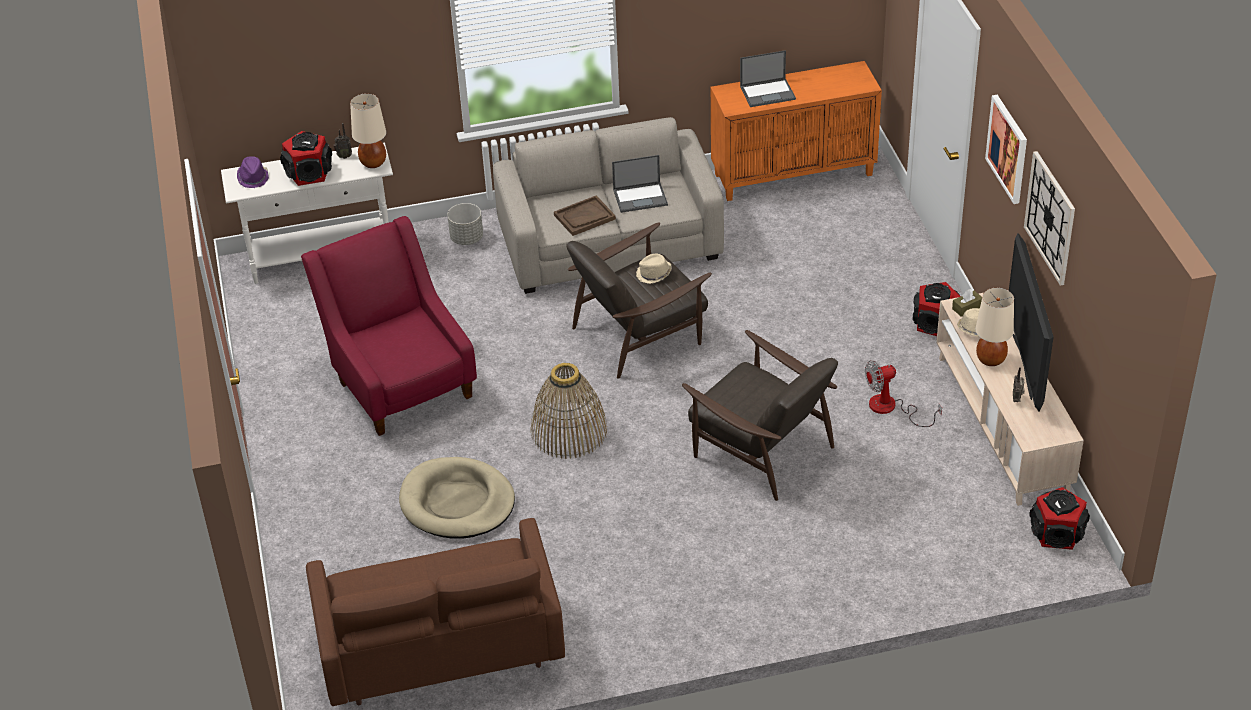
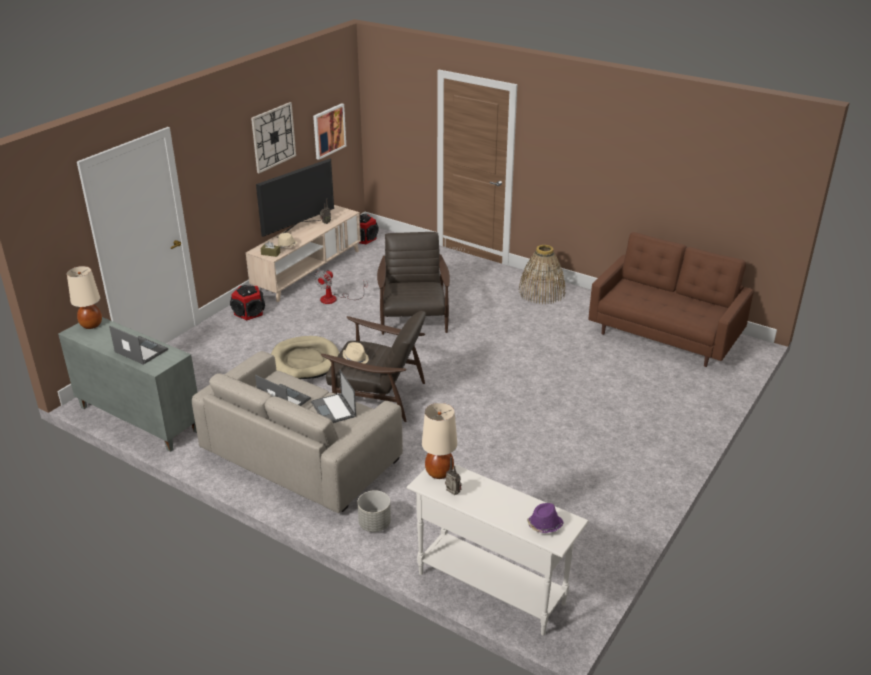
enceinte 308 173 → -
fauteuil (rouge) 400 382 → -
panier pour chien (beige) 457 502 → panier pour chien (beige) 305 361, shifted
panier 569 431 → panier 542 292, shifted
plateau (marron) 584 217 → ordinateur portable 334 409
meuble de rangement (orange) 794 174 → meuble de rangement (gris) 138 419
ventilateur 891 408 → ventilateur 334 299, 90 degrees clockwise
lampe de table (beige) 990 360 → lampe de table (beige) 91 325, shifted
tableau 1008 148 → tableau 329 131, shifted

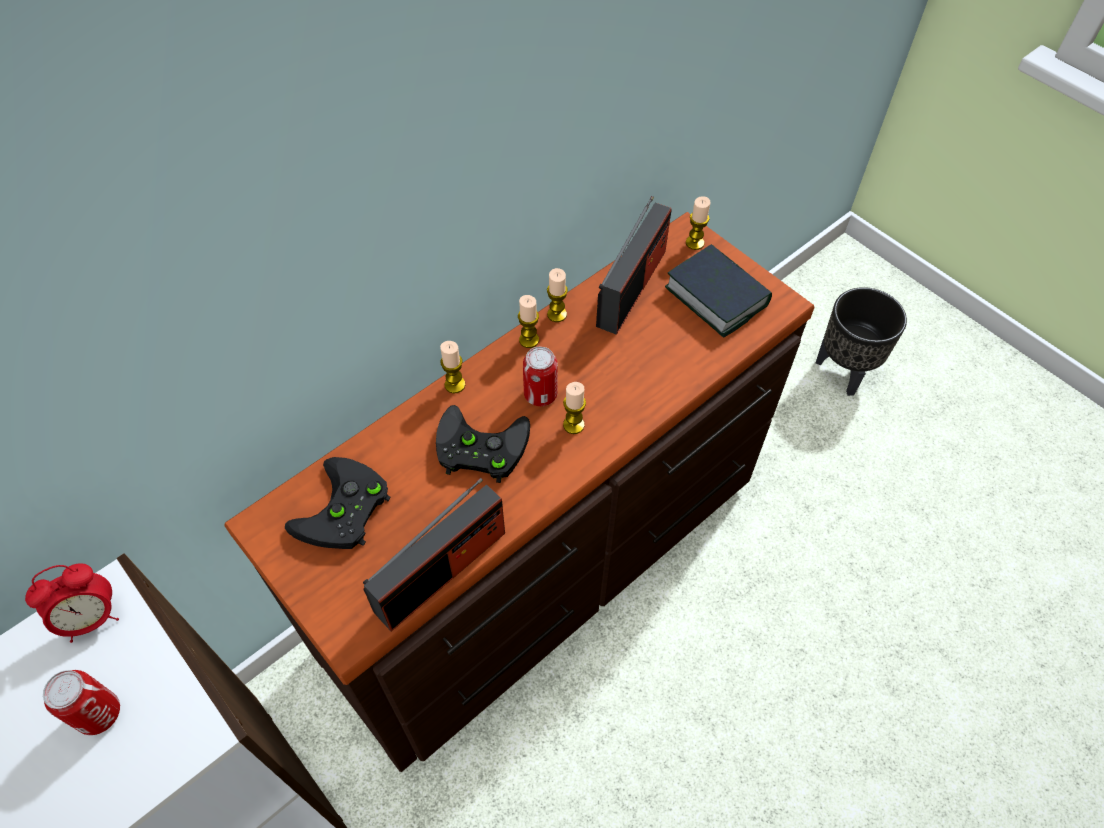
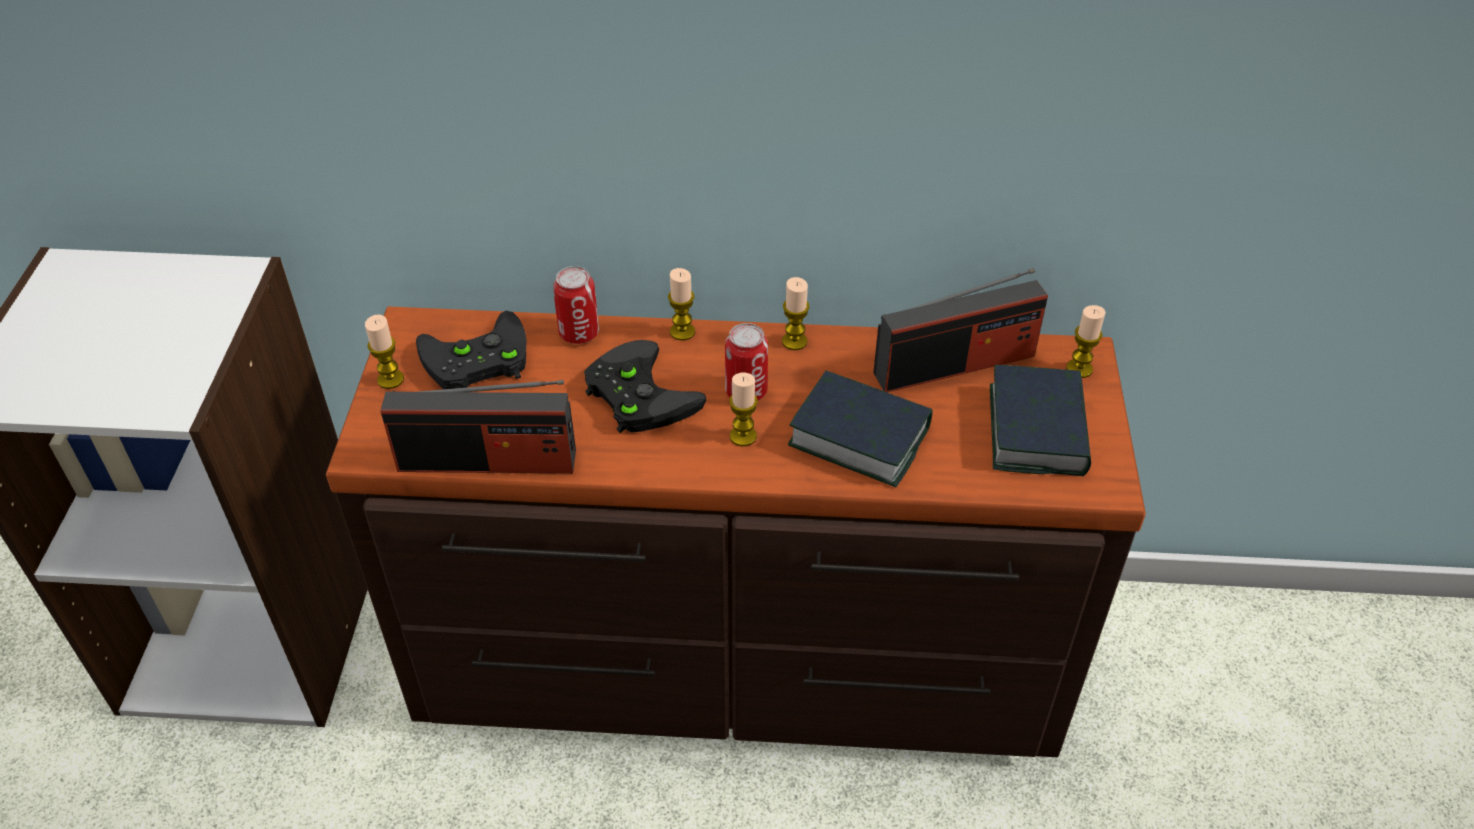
réveil 92 618 → -
boîte métallique 99 713 → boîte métallique 579 333, shifted
bougie 557 314 → bougie 390 379, shifted
cache-pot (noir) 845 371 → -
- → livre 859 436

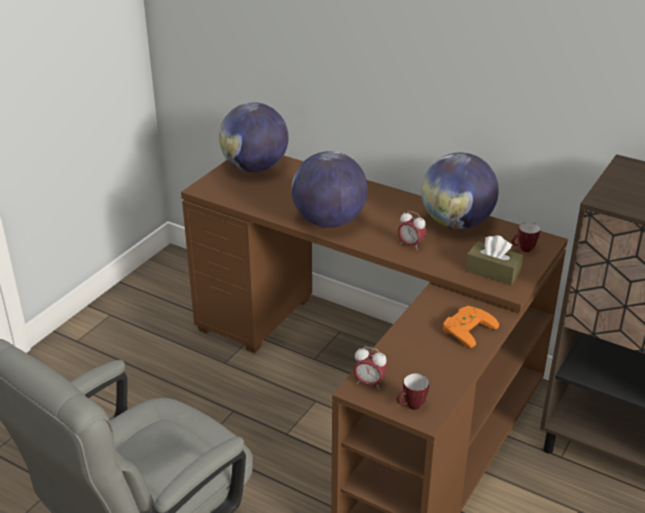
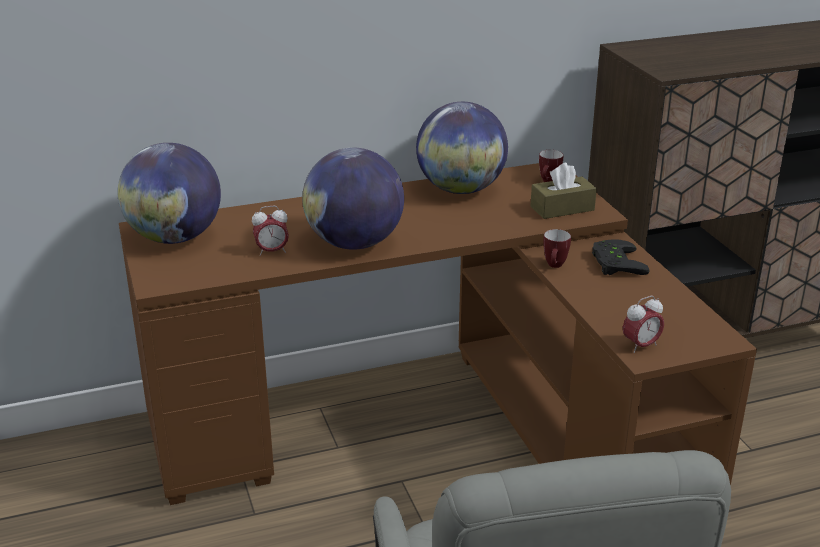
mug 411 406 → mug 555 266, shifted
réveil 411 245 → réveil 272 251, shifted
manette (orange) 466 328 → manette (noir) 614 263

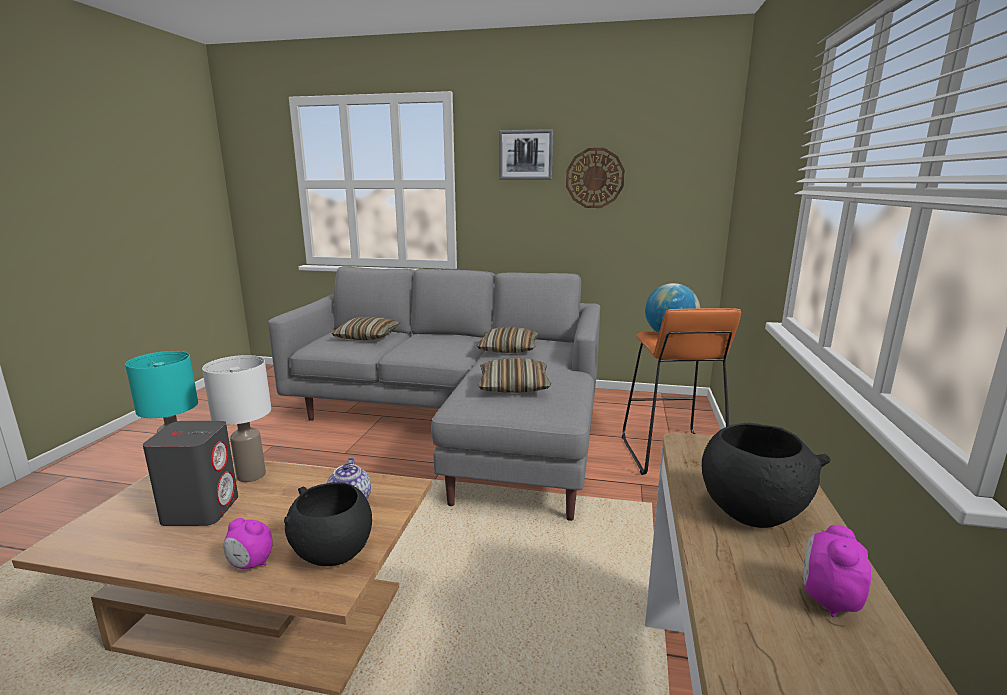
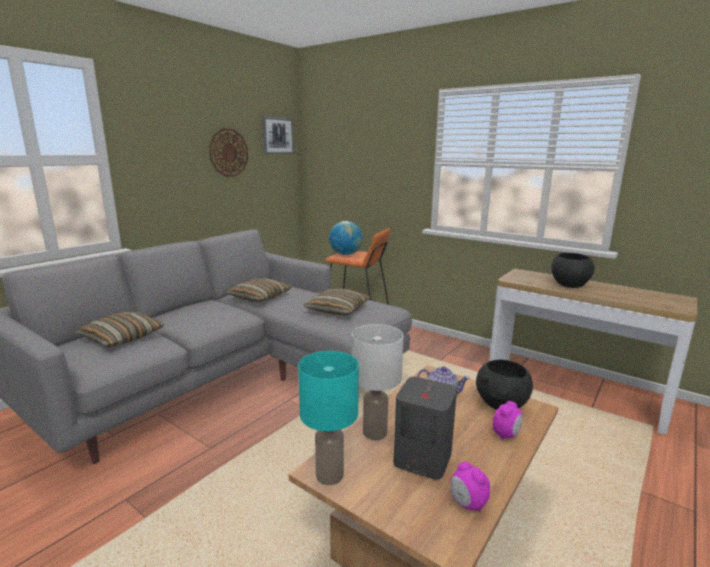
tableau 526 155 → tableau 277 135, shifted
réveil 828 600 → réveil 467 504, shifted

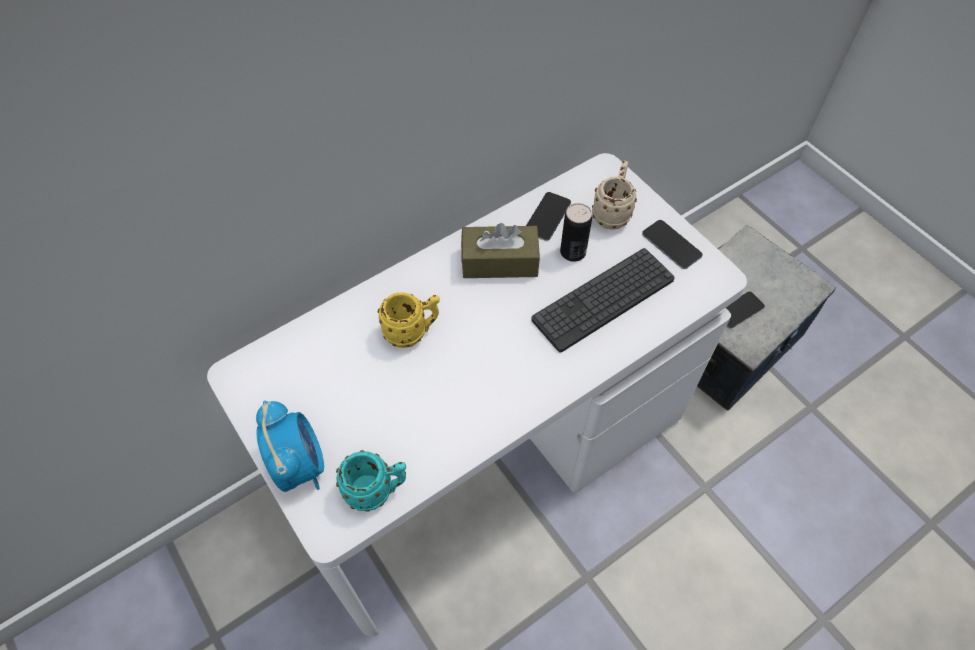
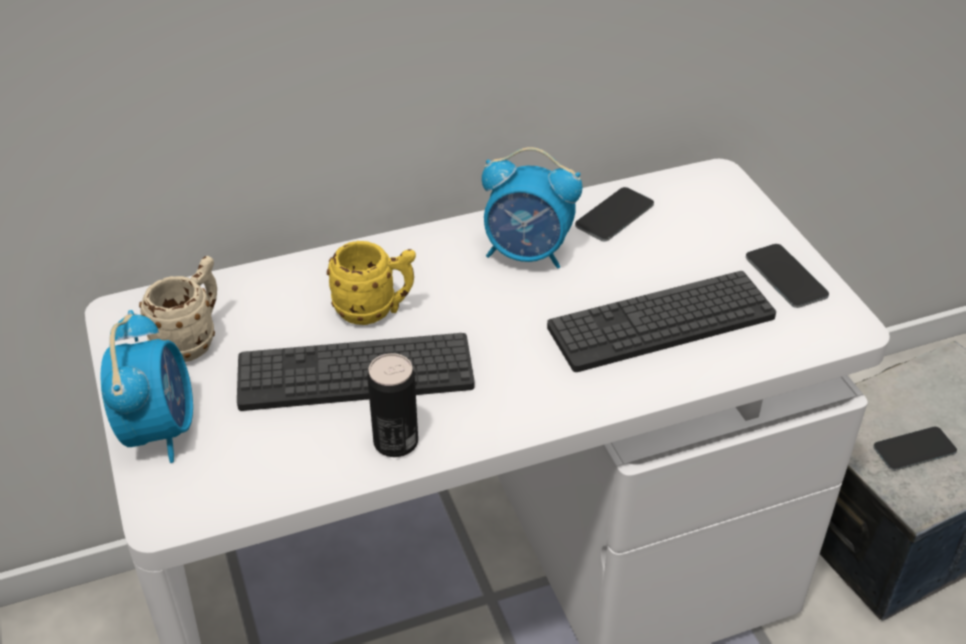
mug (turquoise) 377 490 → -
boîte à mouchoirs (marron) 499 262 → réveil 527 254
boîte métallique 573 252 → boîte métallique 396 442, shifted
mug (beige) 612 213 → mug (beige) 192 340, shifted
- → clavier 355 373

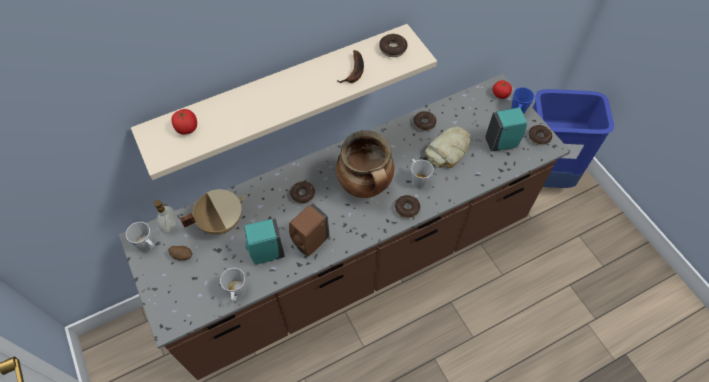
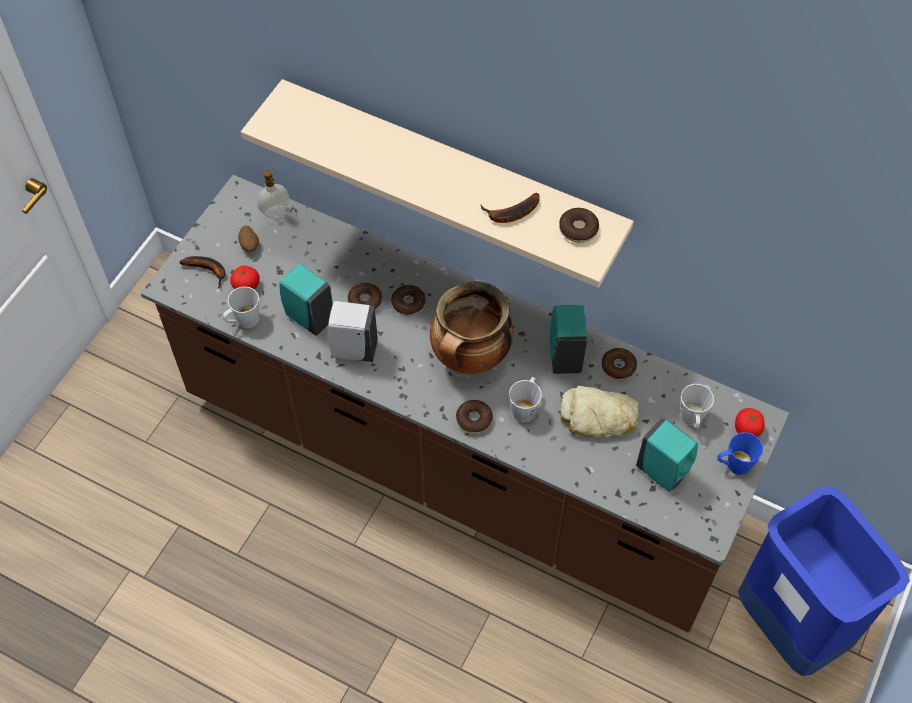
mug (gris) 148 246 → mug (gris) 692 420, shifted
tomate 187 128 → tomate 246 286, shifted
marmite (beige) 221 221 → -
distributeur de savon (marron) 310 243 → distributeur de savon (blanc) 352 349
beignet 539 137 → beignet 365 301, shifted
- → banane 209 270
- → distributeur de savon (turquoise) 565 355

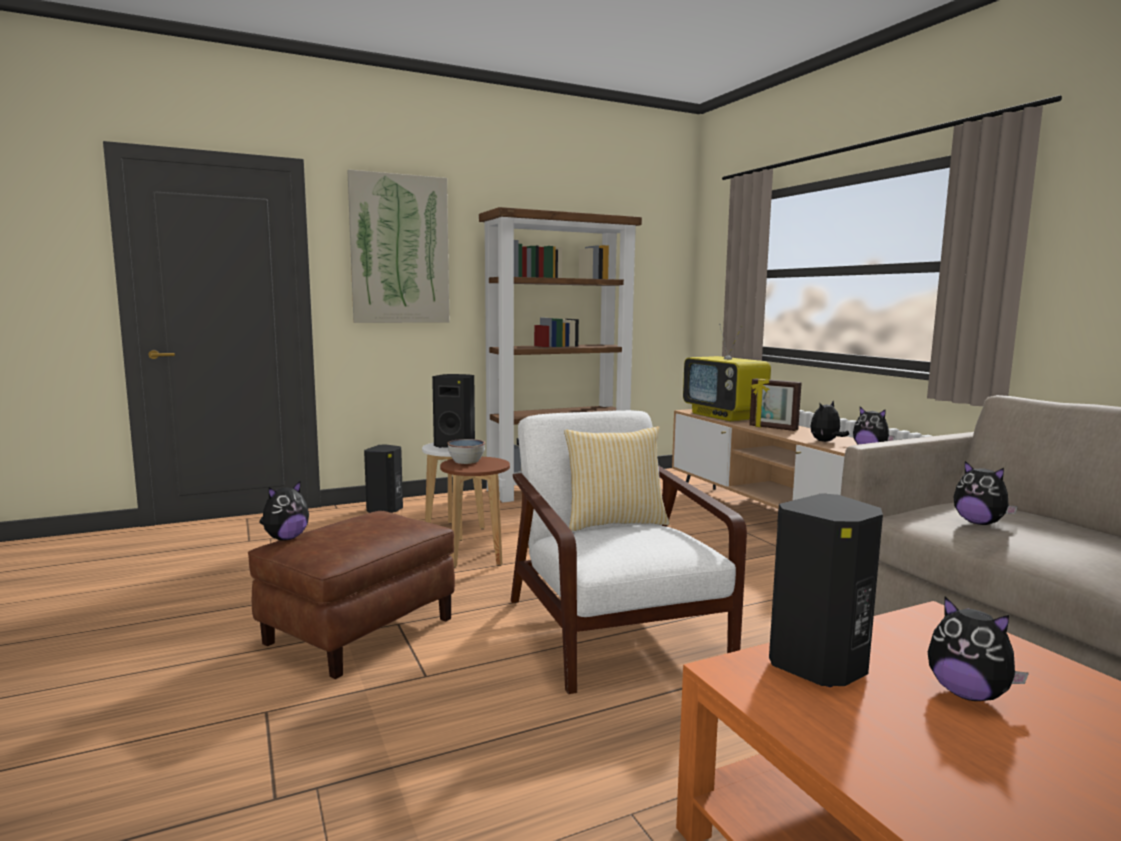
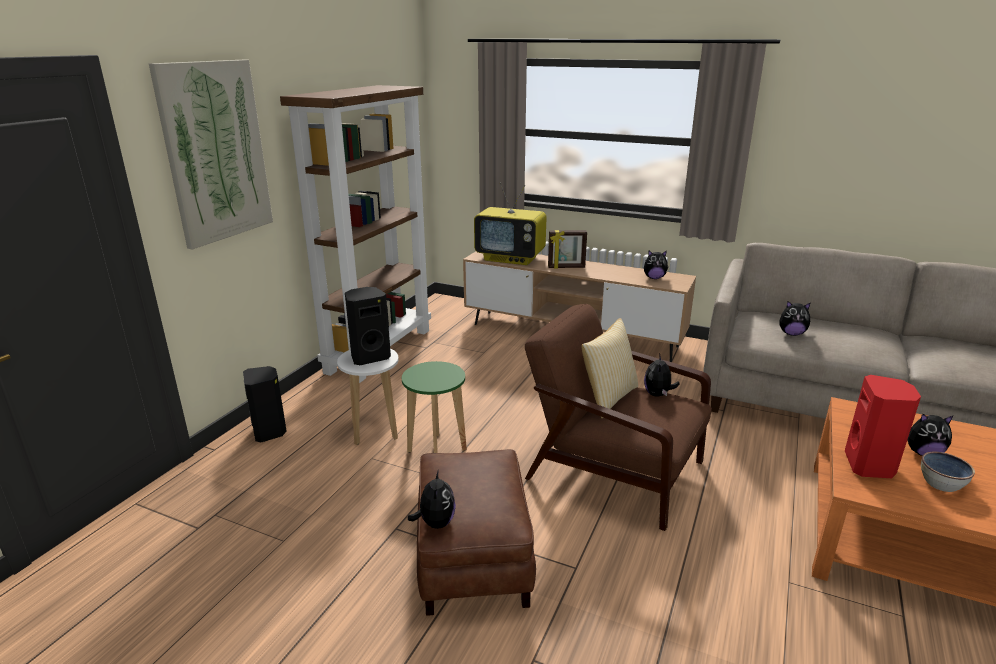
tabouret (marron) 476 558 → tabouret (vert) 437 451
bol 466 461 → bol 941 483, shifted
fauteuil (blanc) 612 628 → fauteuil (marron) 612 469
enceinte (noir) 821 667 → enceinte (rouge) 870 466
peluche 826 442 → peluche 658 394, shifted

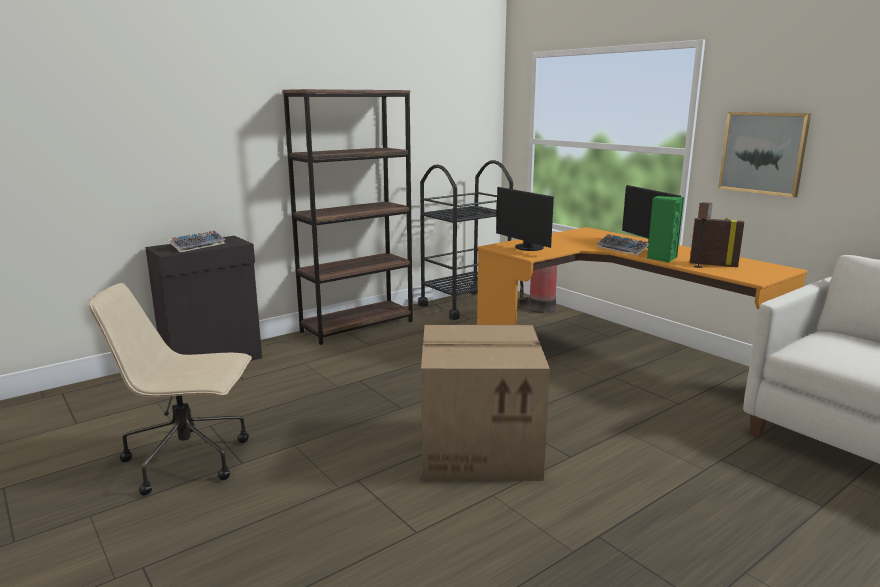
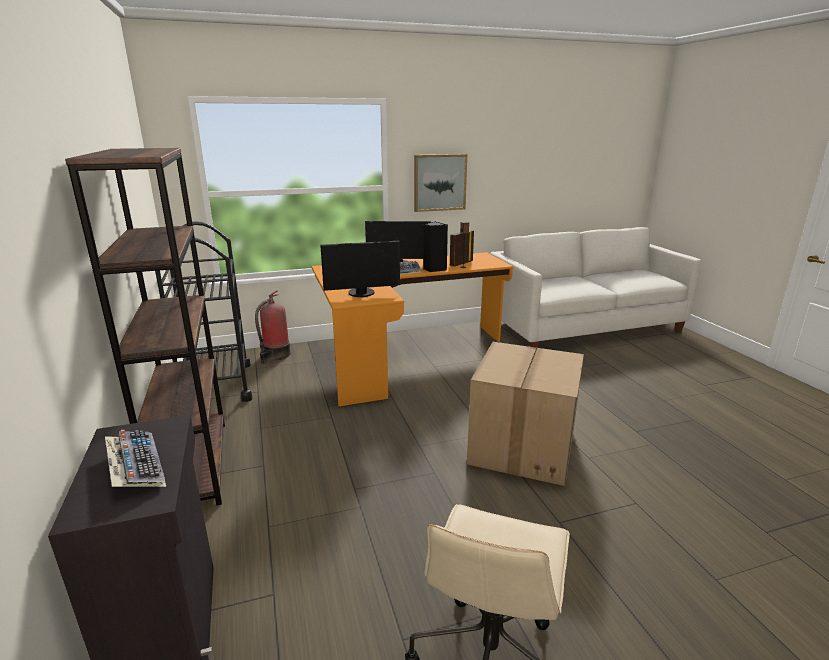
enceinte (vert) 661 258 → enceinte (noir) 434 269

